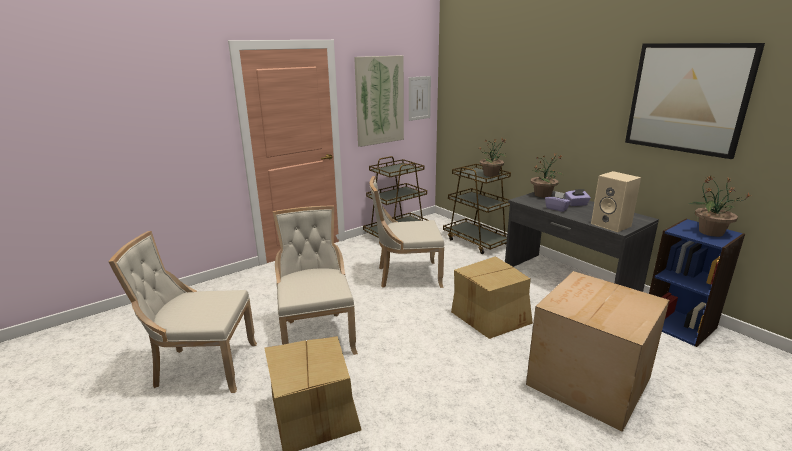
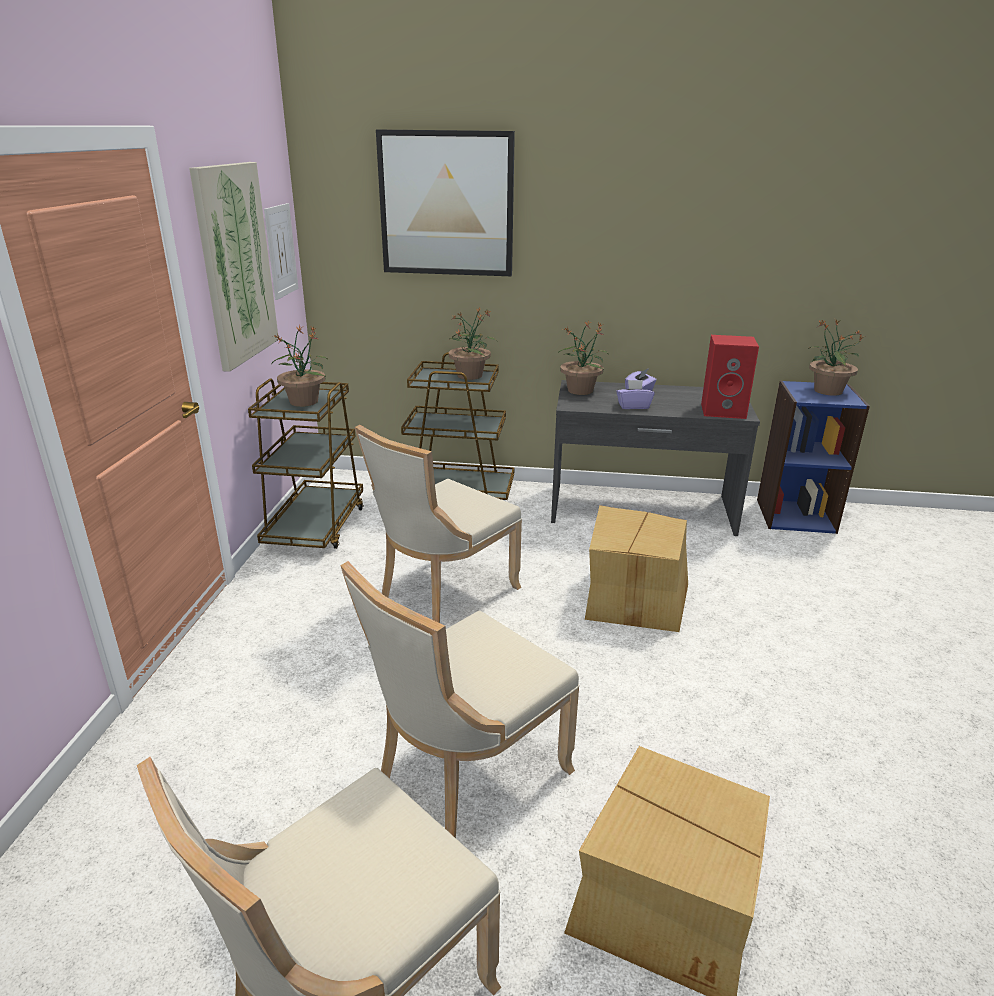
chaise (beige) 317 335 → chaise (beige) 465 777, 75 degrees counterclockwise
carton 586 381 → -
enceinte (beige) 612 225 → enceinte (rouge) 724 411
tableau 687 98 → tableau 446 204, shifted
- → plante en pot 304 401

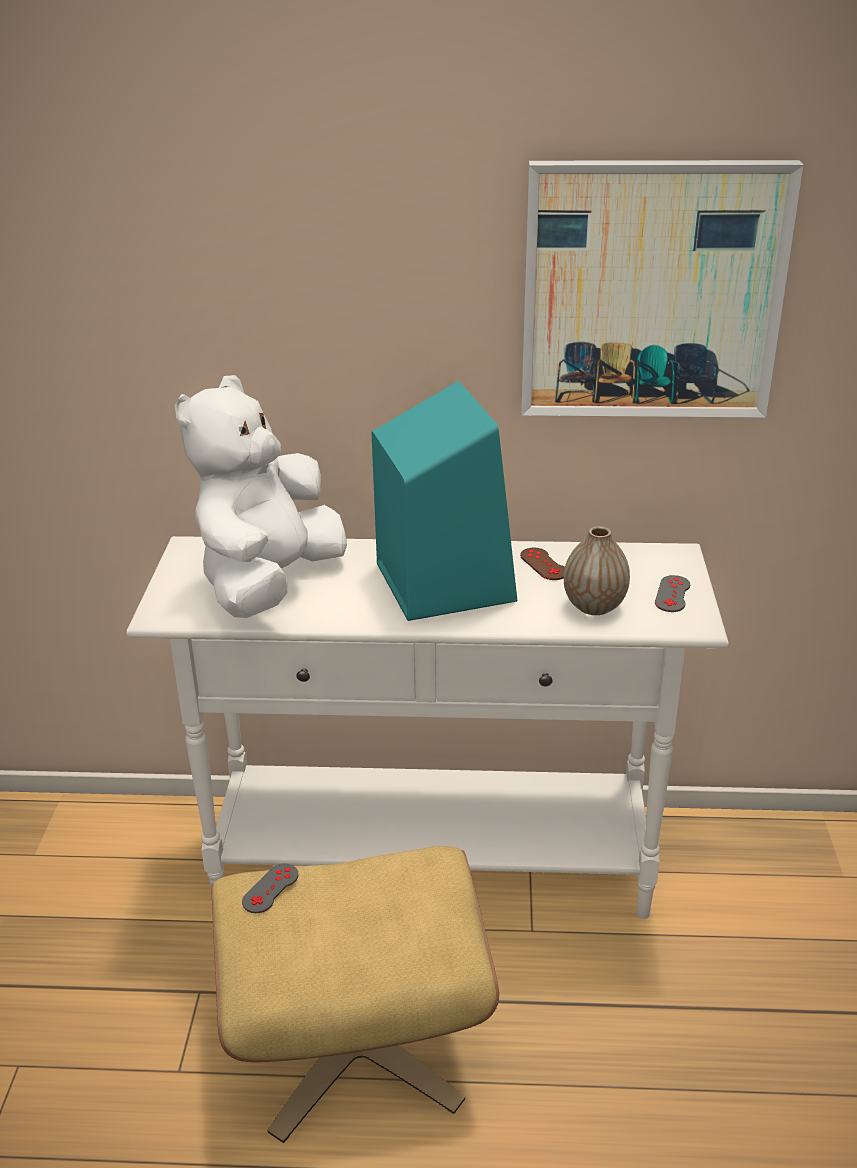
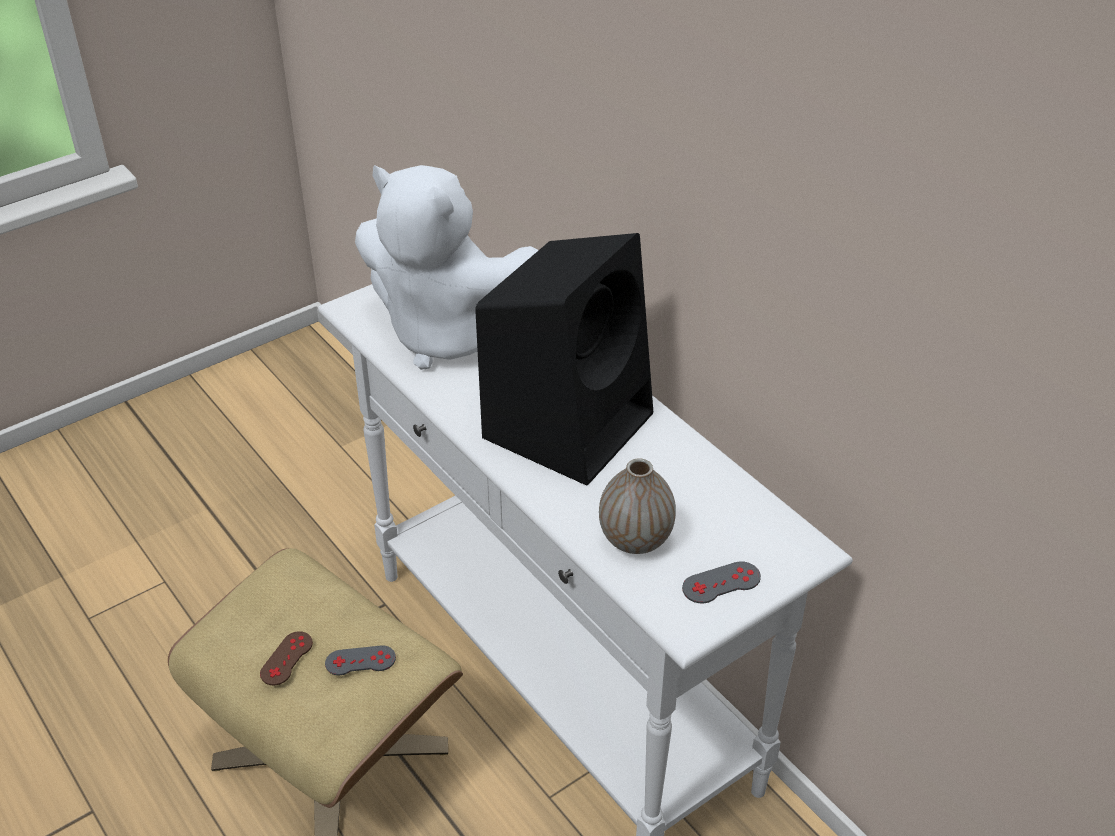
peluche (blanc) 269 584 → peluche (blanc) 452 334, 135 degrees counterclockwise
manette (gris) 270 888 → manette (gris) 360 661, shifted
enceinte (turquoise) 442 580 → enceinte (noir) 569 422
manette (marron) 543 564 → manette (marron) 286 658, shifted
tableau 651 291 → -

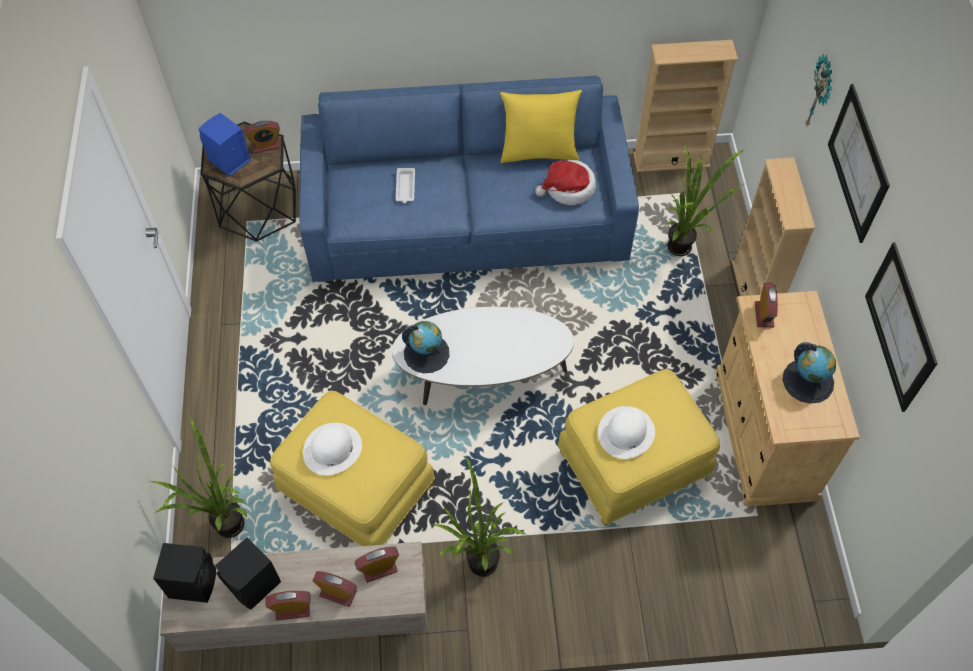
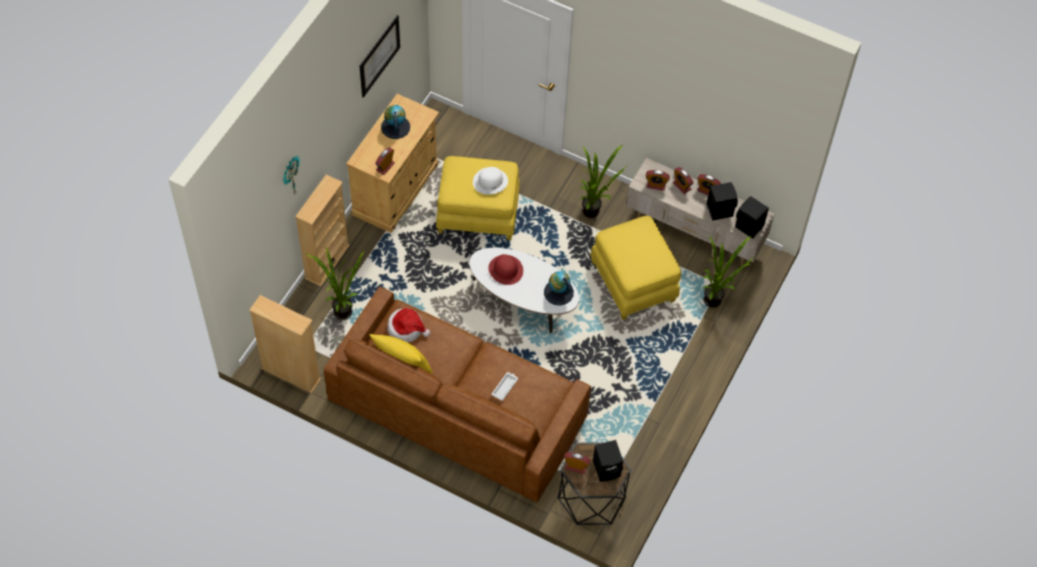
enceinte (bleu) 228 161 → enceinte (noir) 607 469
canapé (bleu) 467 218 → canapé (marron) 457 409
chapeau (blanc) 332 449 → -
tableau 857 163 → -
- → chapeau (rouge) 506 270

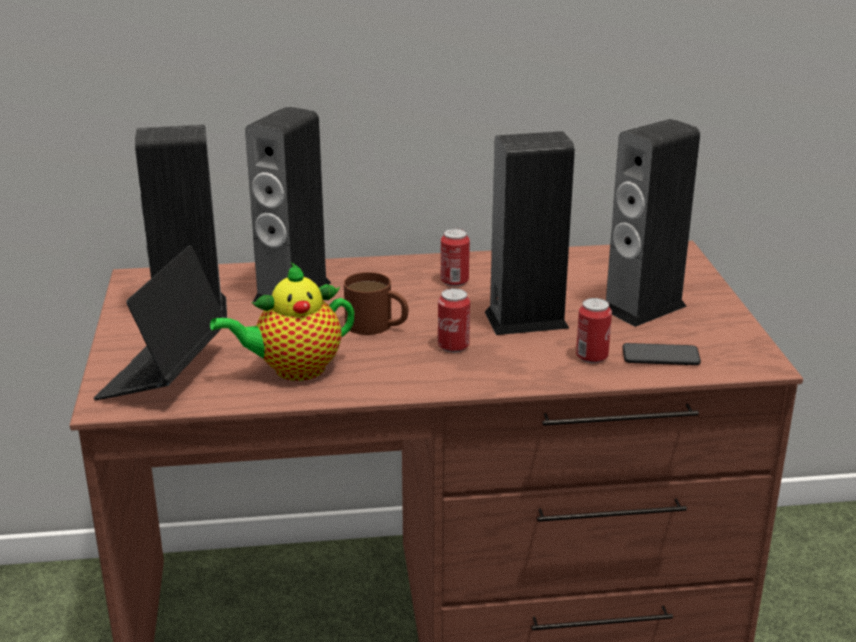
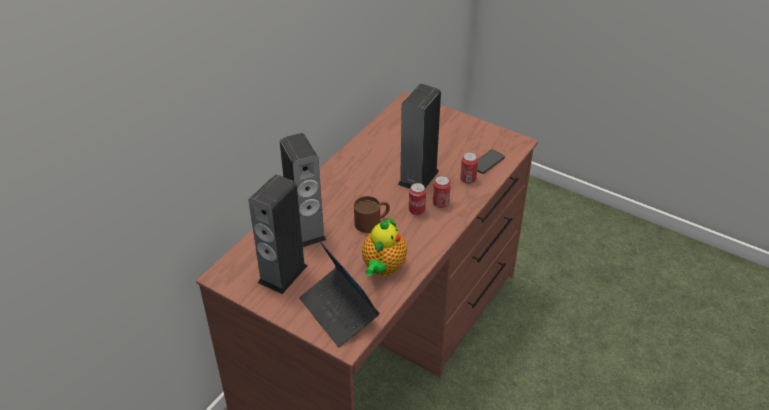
boîte métallique 454 281 → boîte métallique 440 203, shifted
enceinte 643 307 → -

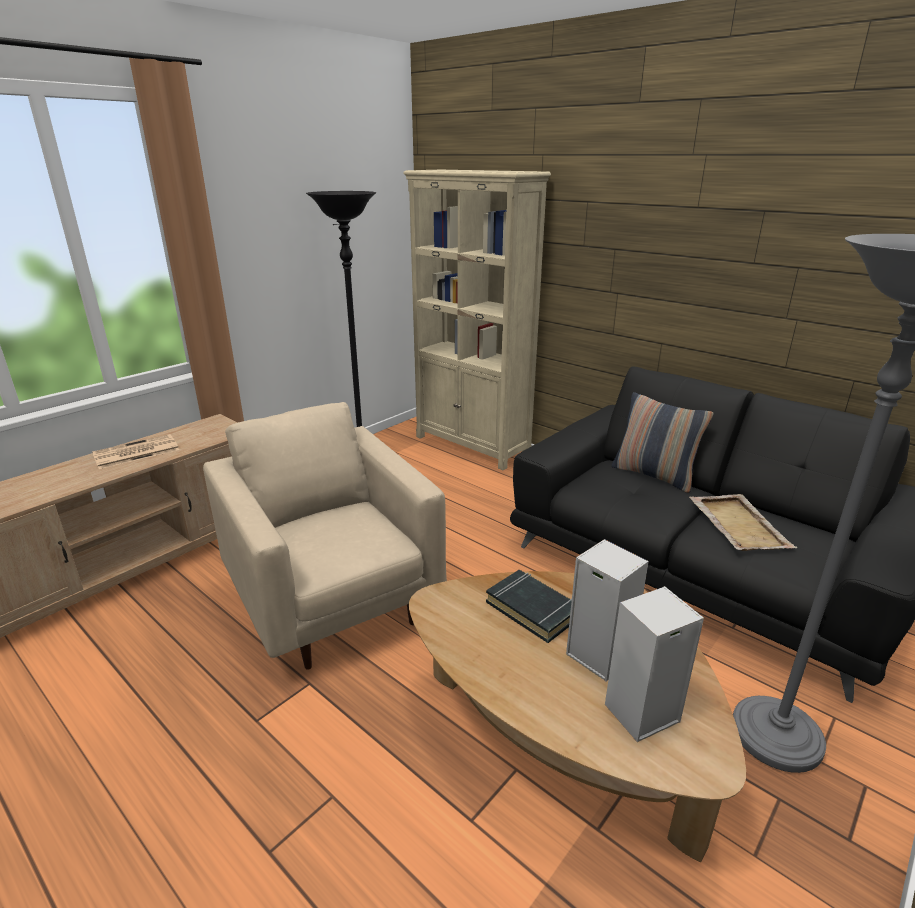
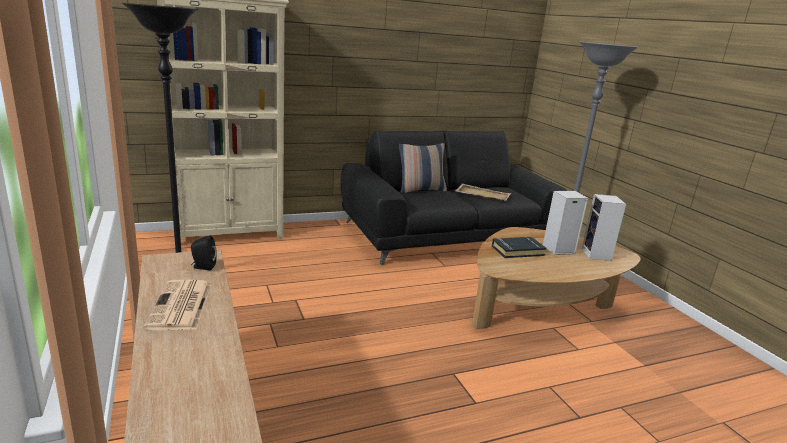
fauteuil (beige) 334 600 → -
- → enceinte (noir) 203 267

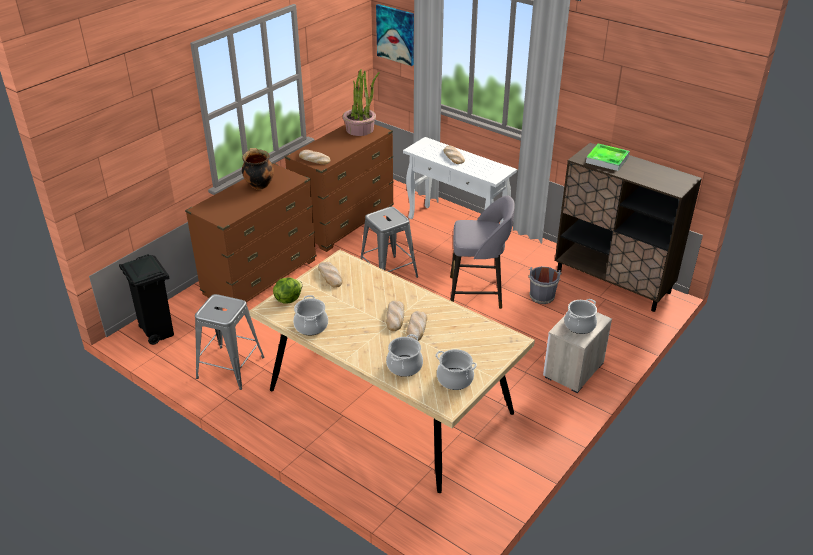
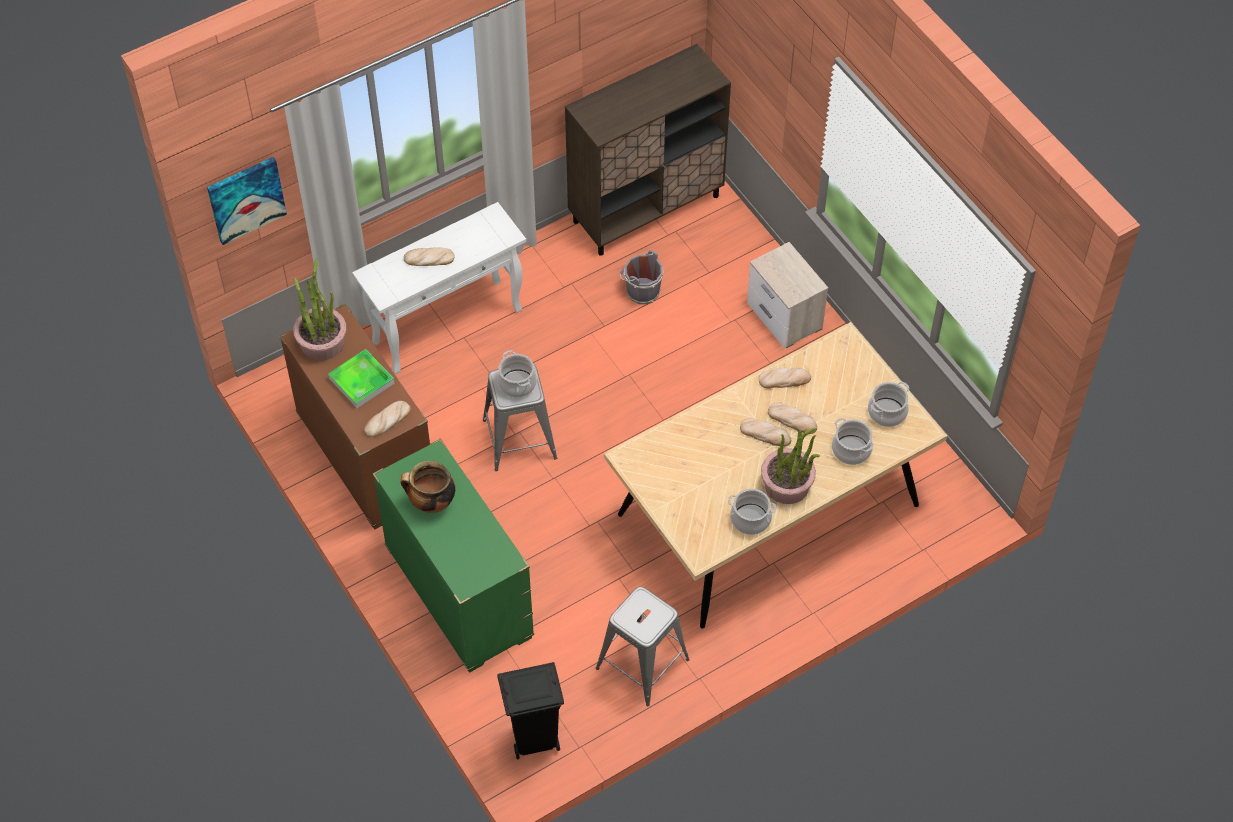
commode (marron) 260 277 → commode (vert) 458 593
laitue 288 299 → -
pain 330 276 → pain 784 379, shifted
tabouret (gris) 477 292 → -
marmite 579 325 → marmite 517 383, shifted
plateau 607 159 → plateau 361 381, shifted
- → plante en pot 787 485

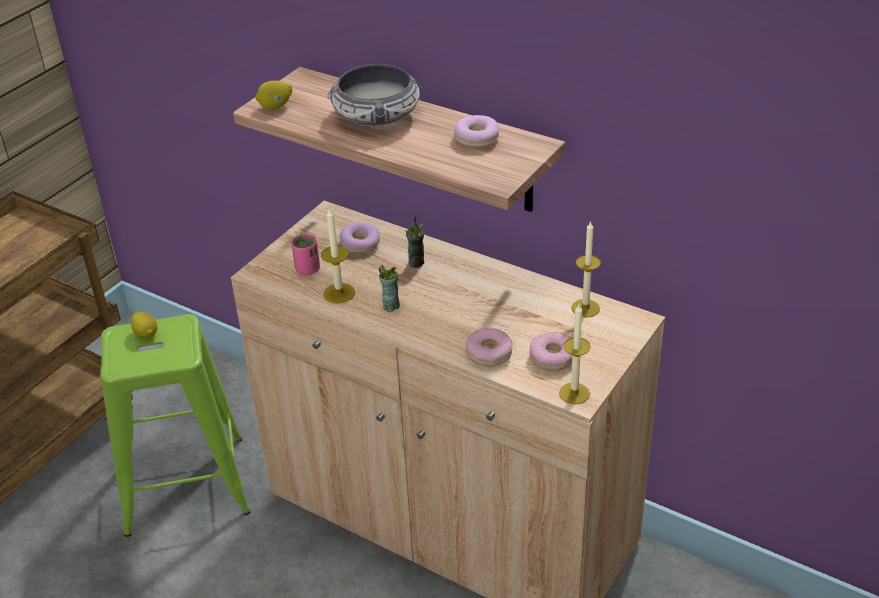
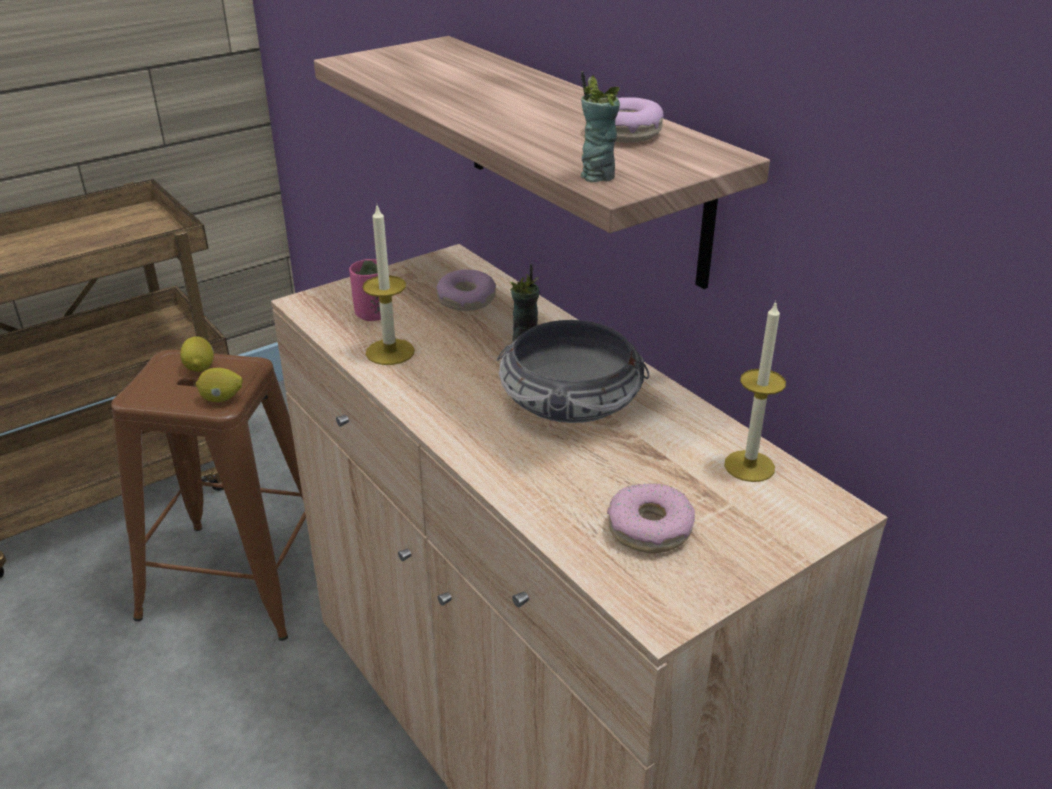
tabouret (vert) 187 485 → tabouret (marron) 239 580
citron 275 107 → citron 221 399, shifted
bol 376 115 → bol 570 401, shifted
tasse 390 306 → tasse 597 175, shifted
beignet 488 353 → -
bougie 574 393 → -

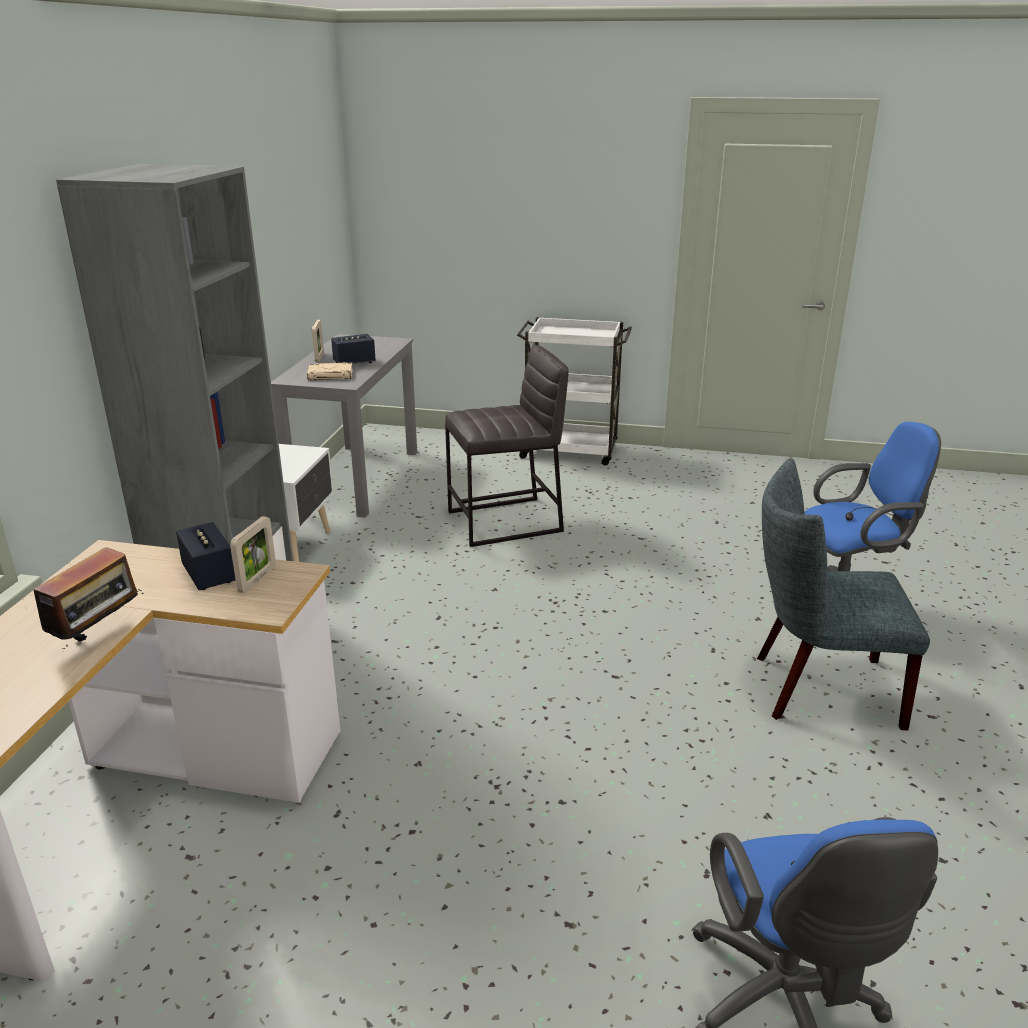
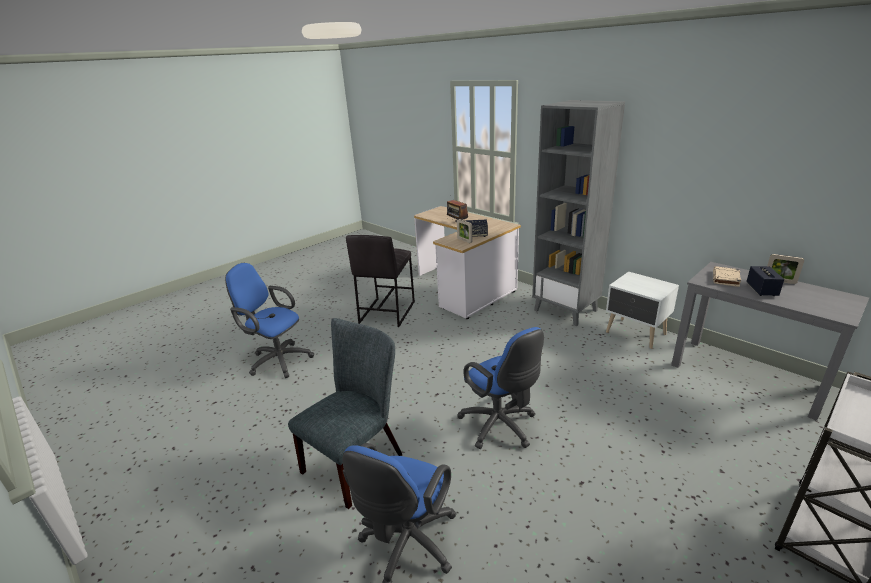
tabouret (gris) 506 522 → tabouret (gris) 386 312, shifted
- → chaise de bureau (bleu) 501 427

